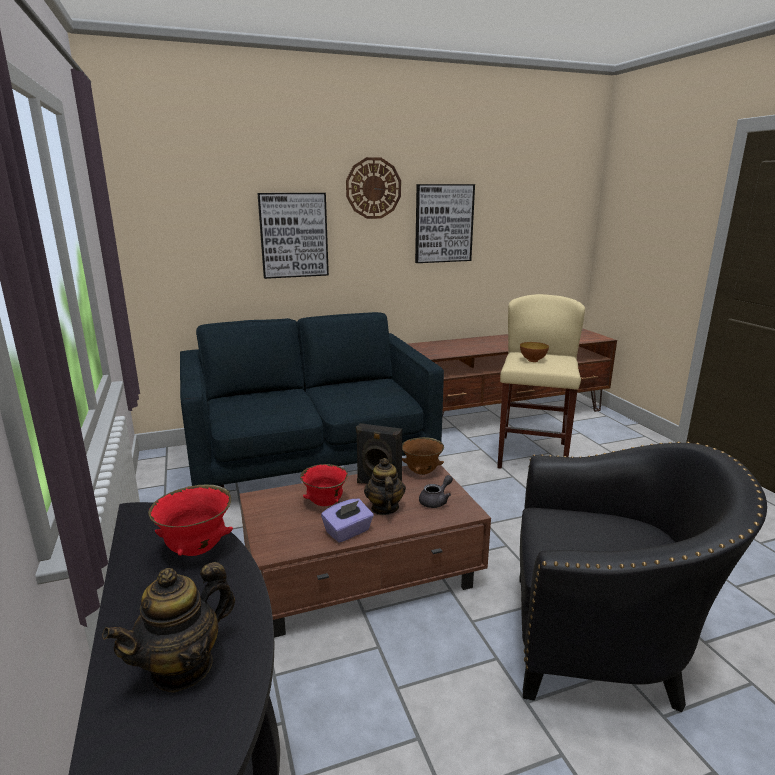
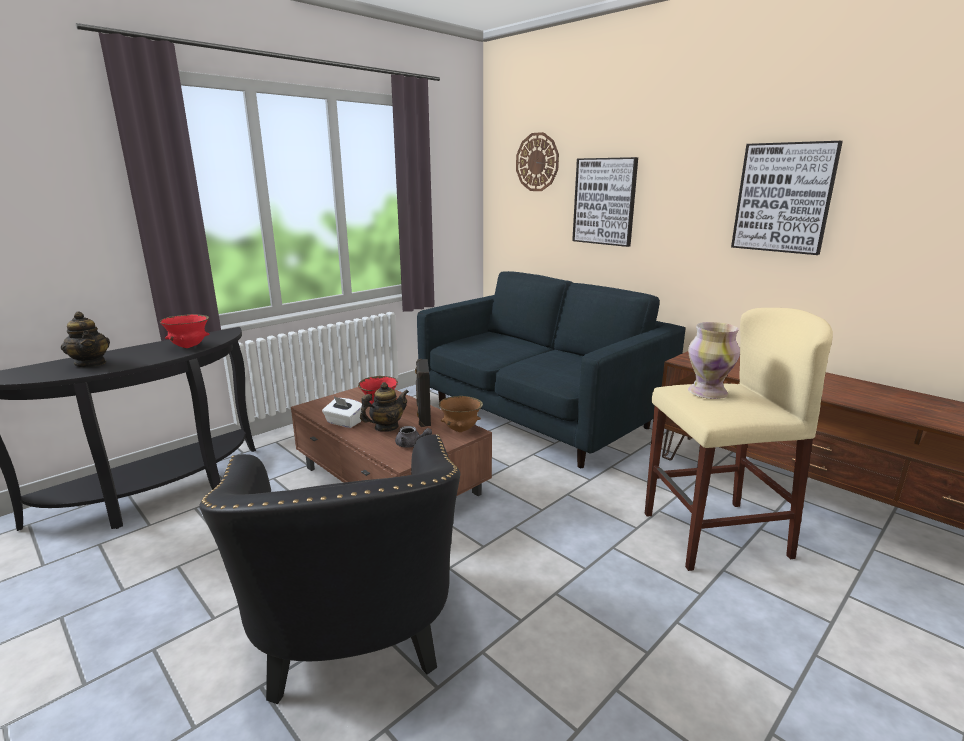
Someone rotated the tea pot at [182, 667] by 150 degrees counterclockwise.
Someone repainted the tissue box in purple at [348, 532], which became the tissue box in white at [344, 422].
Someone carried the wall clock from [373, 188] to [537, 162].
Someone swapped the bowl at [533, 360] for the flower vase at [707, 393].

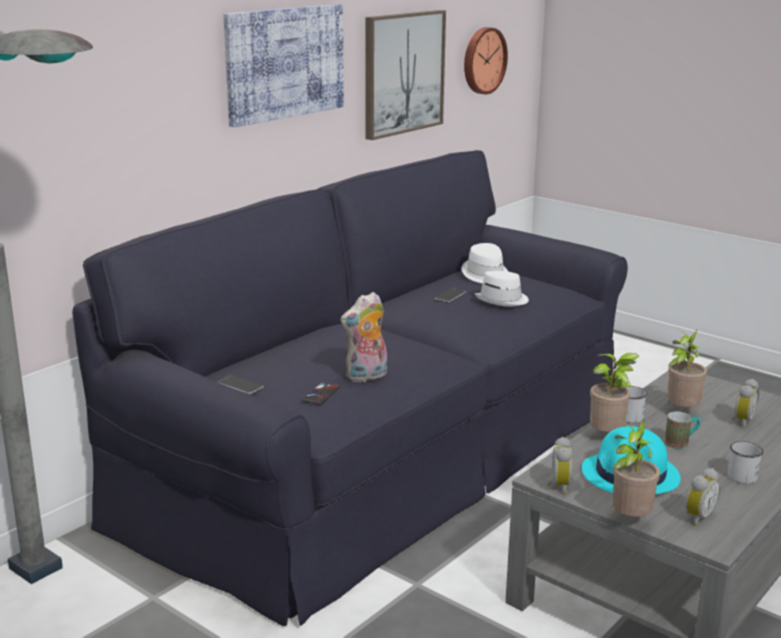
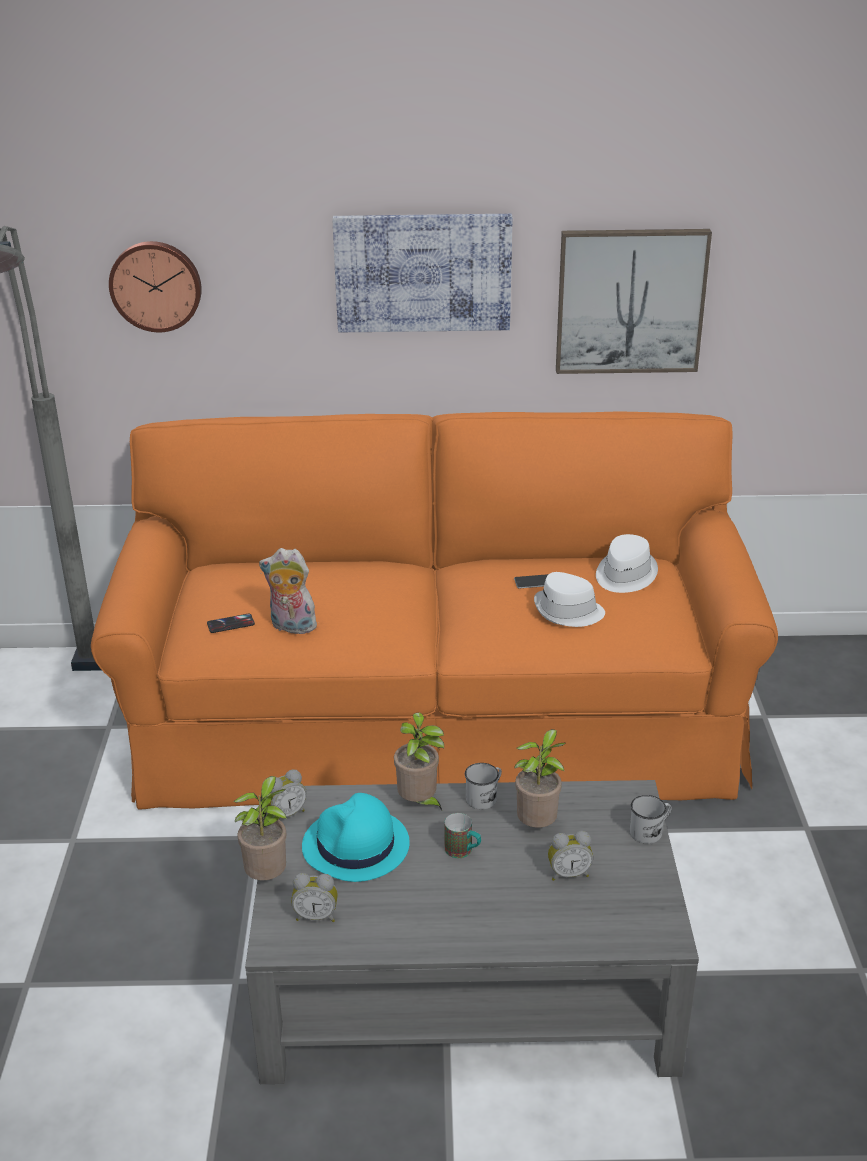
Someone repainted the settee in blackish at [389, 457], which became the settee in orange at [435, 719].
Someone took away the telephone at [240, 385].
Someone carried the wall clock from [482, 60] to [156, 285].
Someone carried the tea mug in white from [741, 474] to [650, 831].

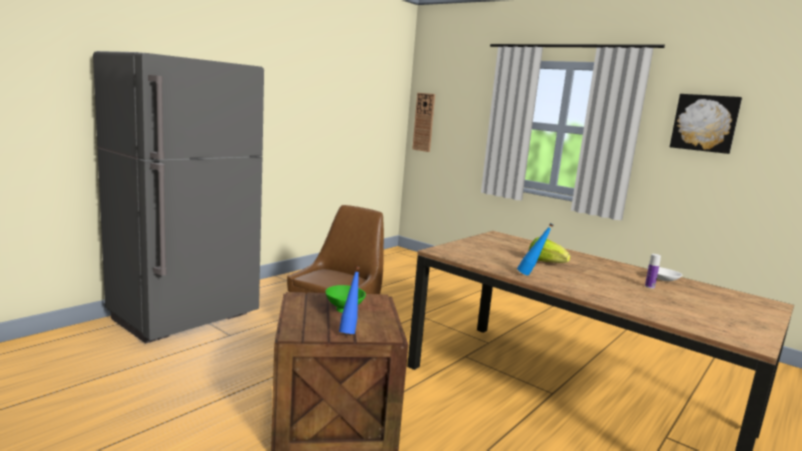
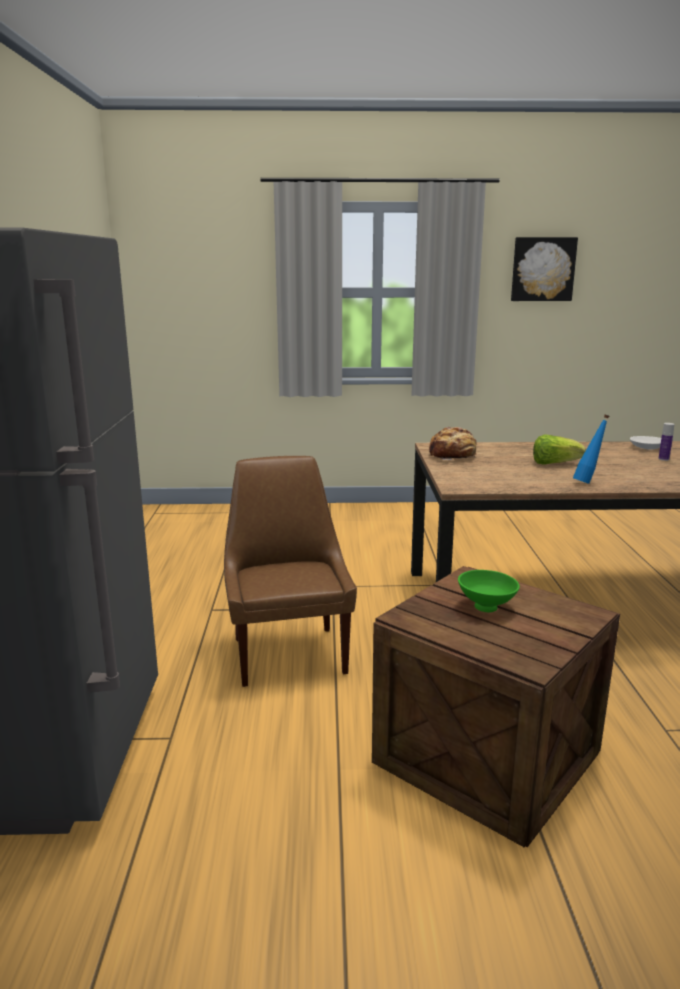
Someone took away the bottle in blue-coloured at [349, 331].
Someone took away the wall clock at [424, 122].
Someone put down the baked bread at [453, 456].

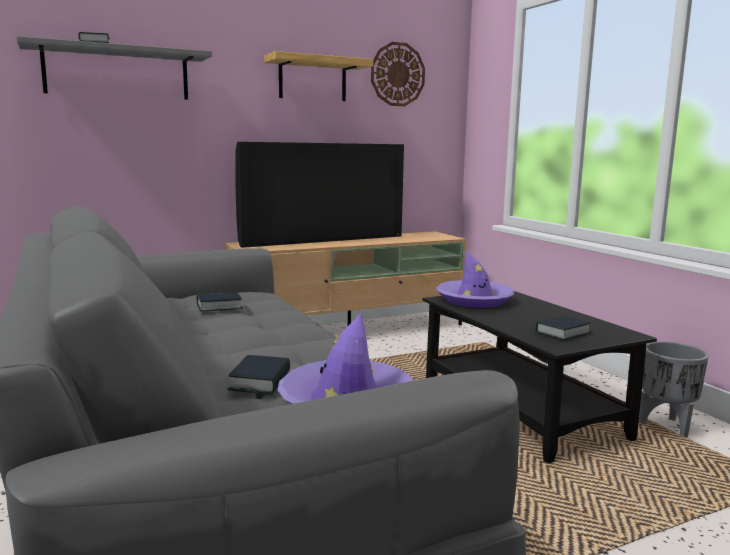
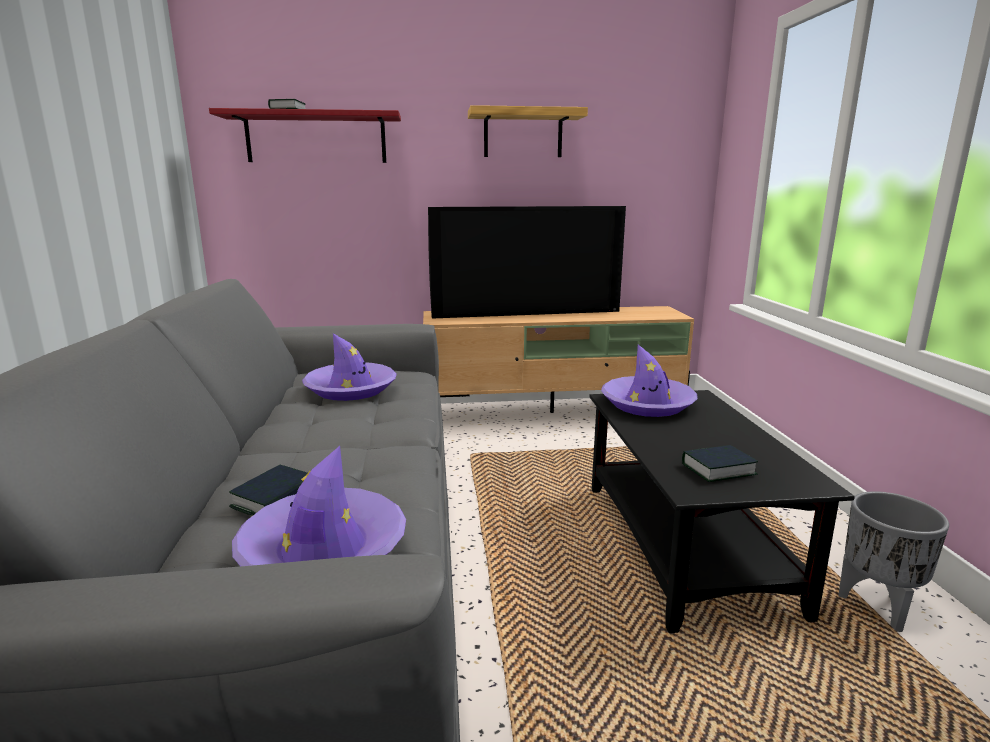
Someone repainted the wall shelf in gray at [117, 73], which became the wall shelf in red at [316, 139].
Someone swapped the bound book at [219, 307] for the wearable hat in purple at [351, 389].
Someone took away the wall clock at [397, 74].

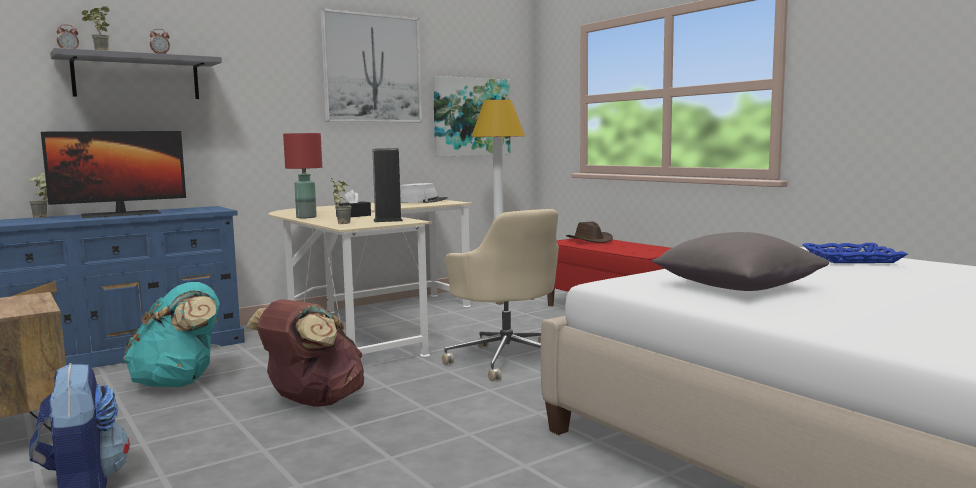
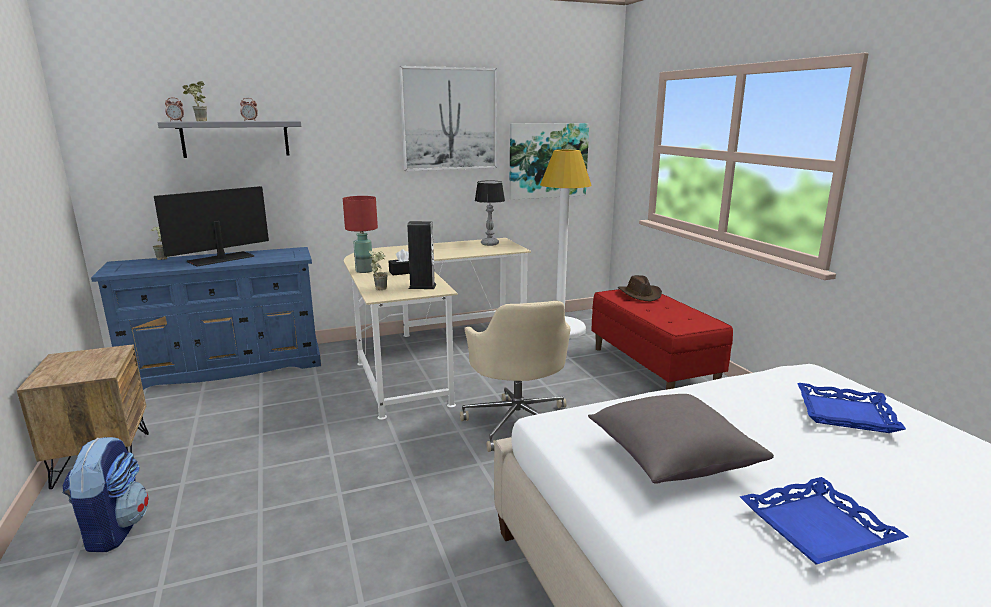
Someone rotated the computer display at [121, 214] by 150 degrees clockwise.
Someone took away the knapsack in turquoise-coloured at [179, 382].
Someone took away the knapsack in brown at [313, 402].
Someone swapped the wearable hat in gray at [422, 201] for the lamp for a table at [489, 244].
Someone put down the carrying tray in blue-coloured at [818, 528].

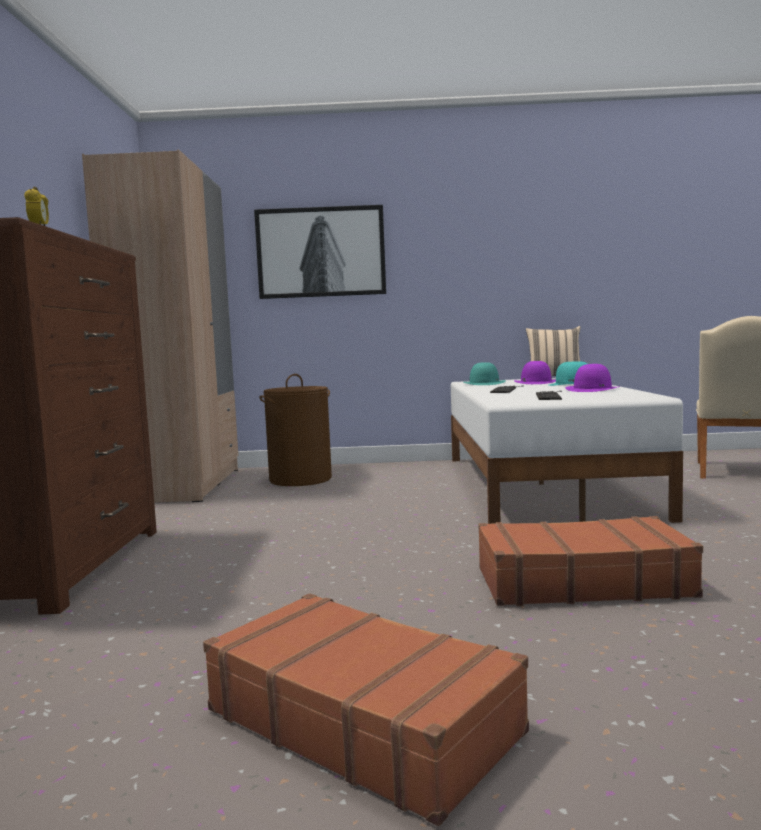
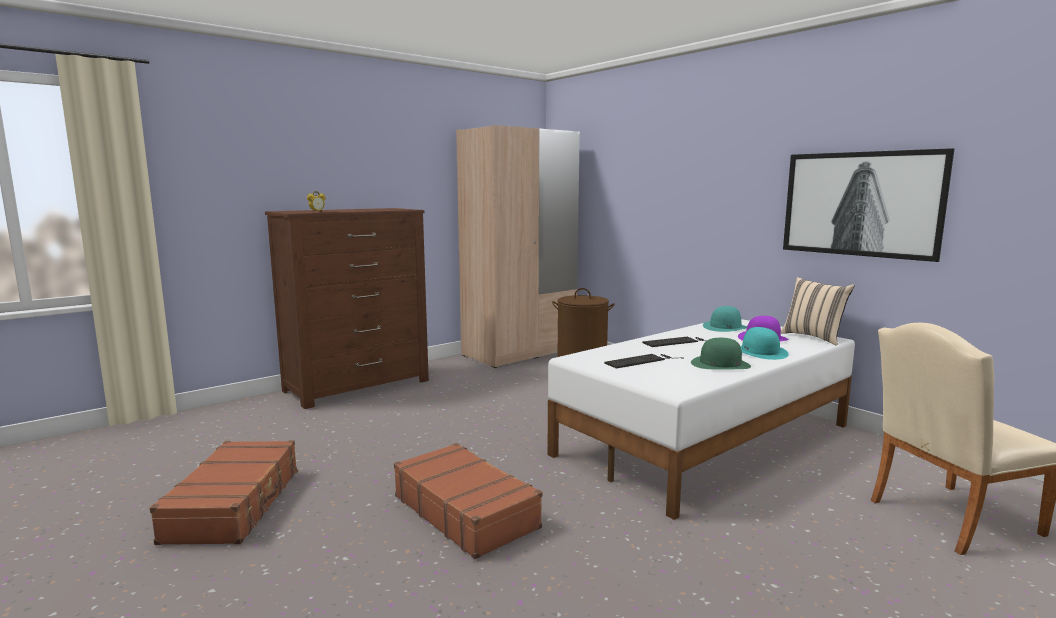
Someone carried the wall picture from [321, 252] to [861, 204].
Someone repainted the wearable hat in purple at [592, 389], which became the wearable hat in green-coloured at [720, 364].

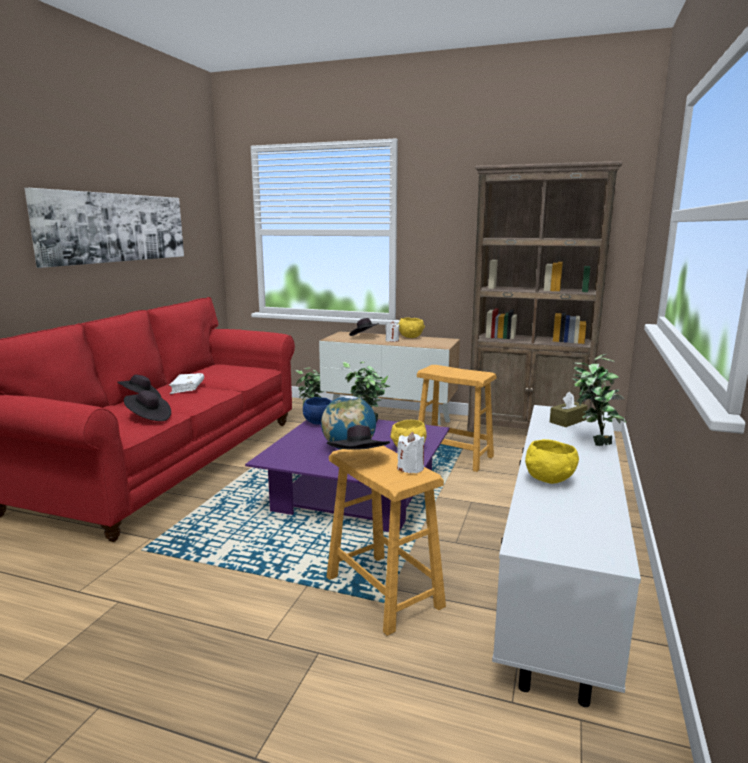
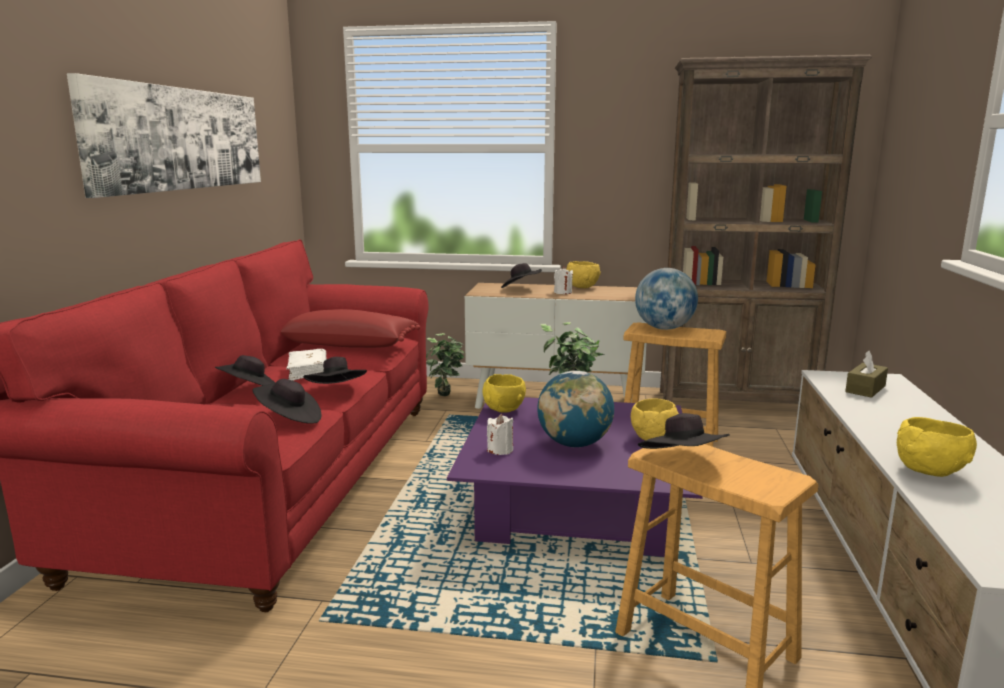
Someone repainted the bowl in blue-coloured at [318, 423], which became the bowl in yellow-coloured at [503, 410].
Someone carried the wax light in white from [411, 468] to [500, 450].
Someone took away the houseplant at [592, 442].
Someone put down the cushion in red at [351, 345].
Someone put down the wearable hat in blackish at [337, 391].
Someone put down the globe at [664, 328].

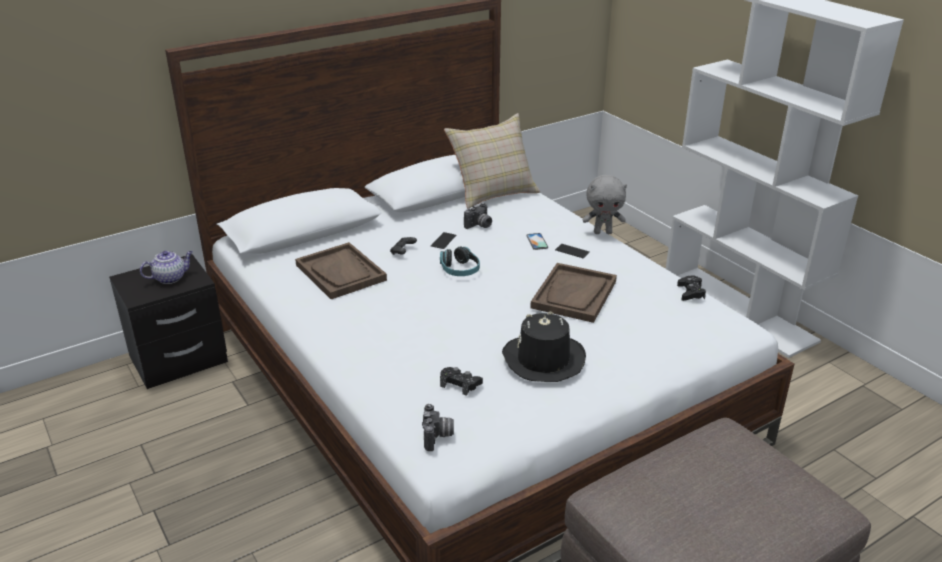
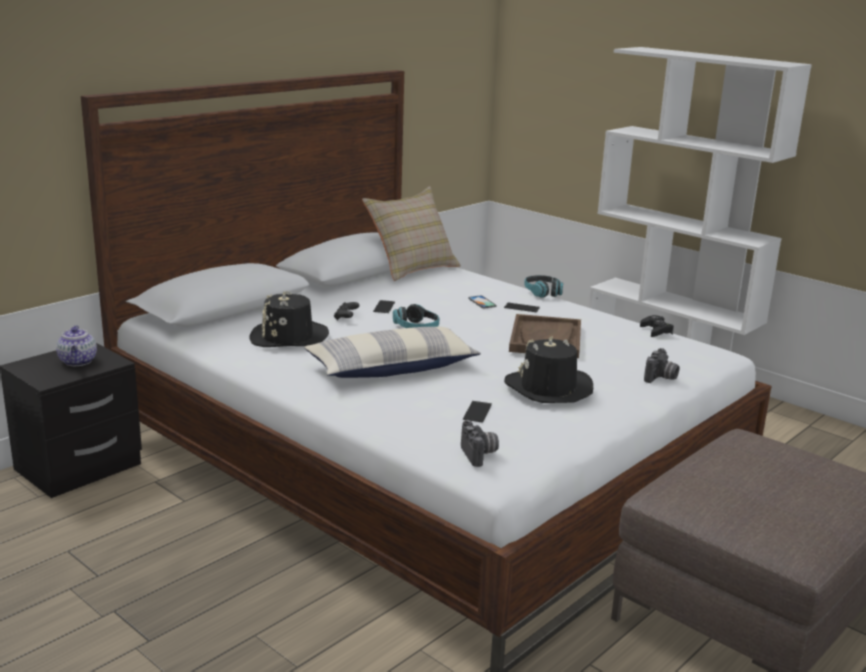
Someone rotated the tea pot at [170, 278] by 120 degrees clockwise.
Someone swapped the carrying tray in brown at [341, 273] for the wearable hat in blackish at [288, 337].
Someone swapped the gamepad in blackish at [460, 384] for the telephone at [477, 412].
Someone carried the photo camera from [479, 226] to [661, 378].
Someone swapped the plush toy in gray at [603, 232] for the headphones at [542, 292].
Someone put down the cushion at [392, 368].

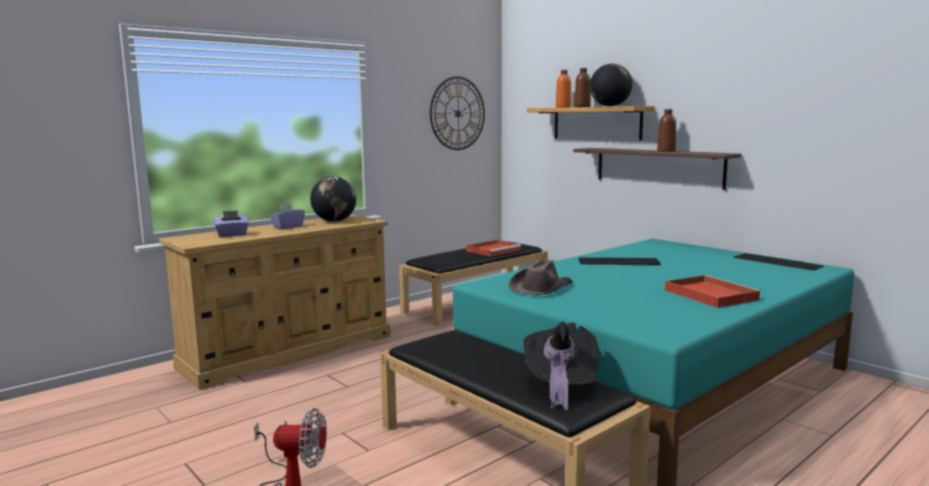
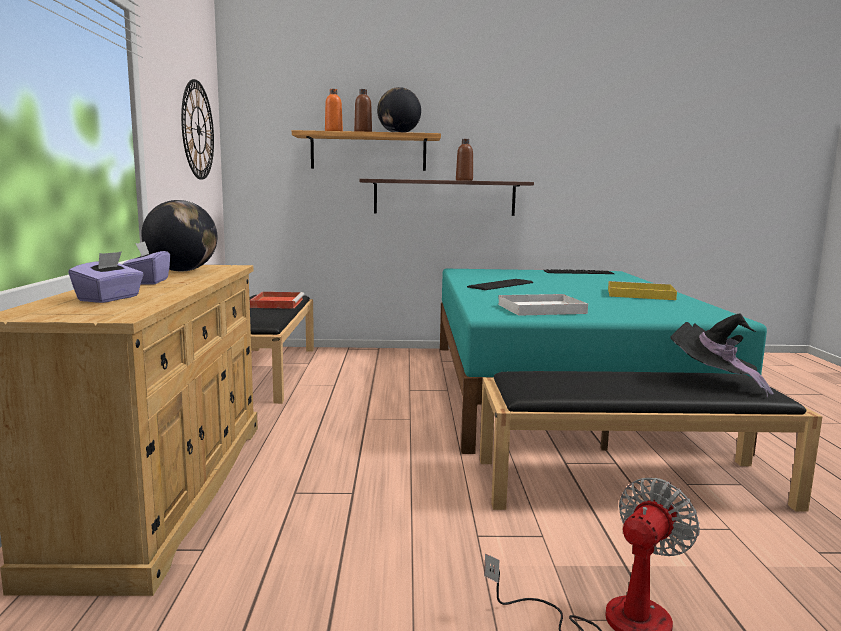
Someone swapped the wearable hat in brown at [540, 287] for the carrying tray in white at [540, 309].
Someone repainted the carrying tray in red at [709, 294], which became the carrying tray in yellow-coloured at [638, 294].

